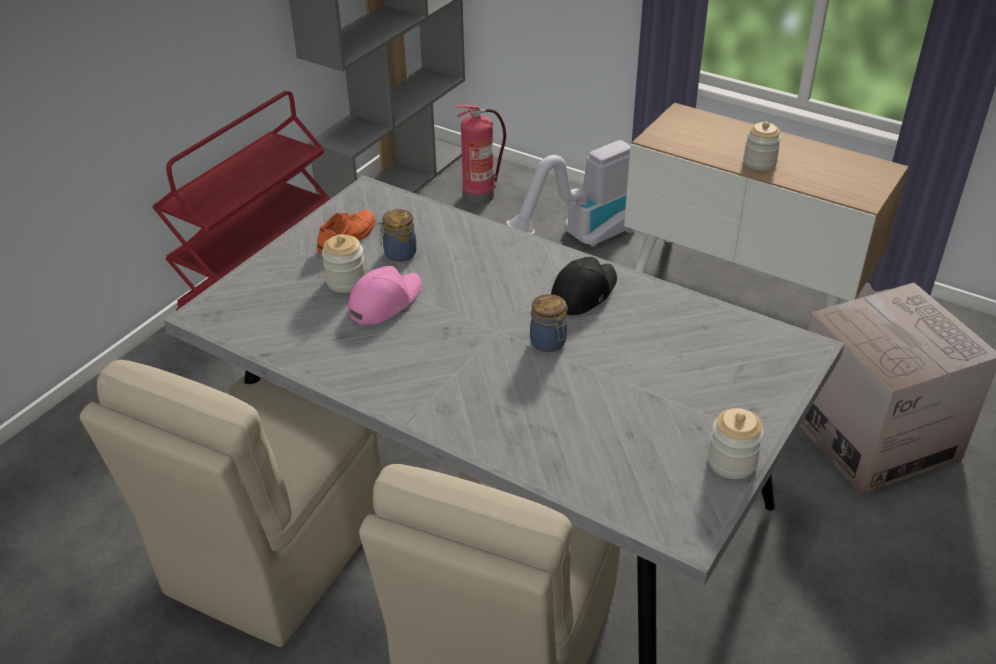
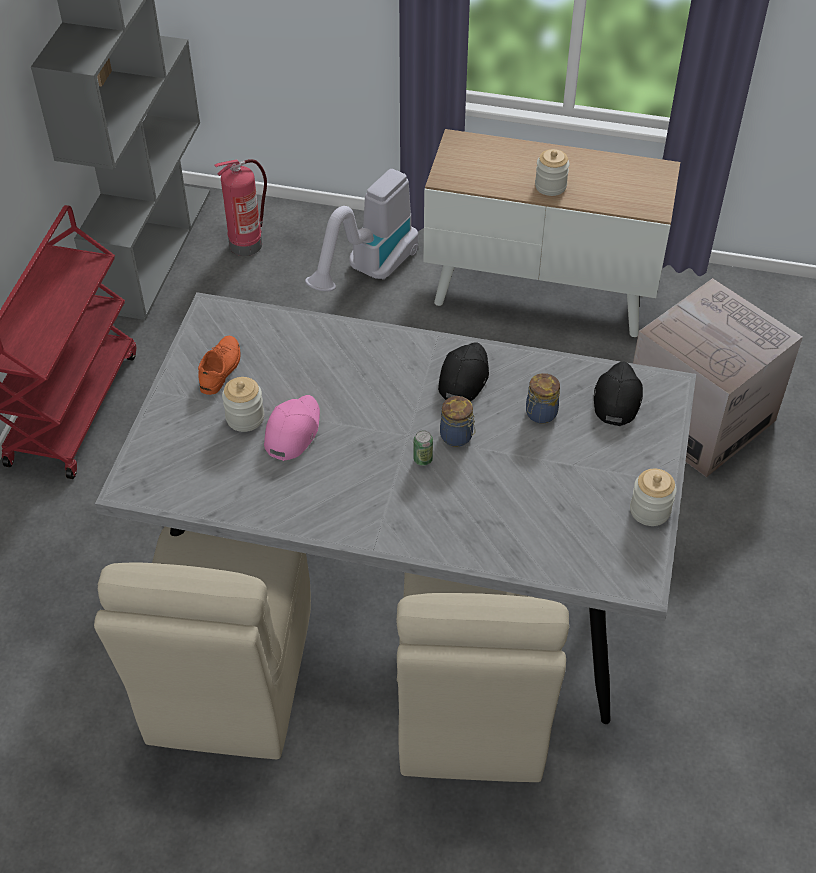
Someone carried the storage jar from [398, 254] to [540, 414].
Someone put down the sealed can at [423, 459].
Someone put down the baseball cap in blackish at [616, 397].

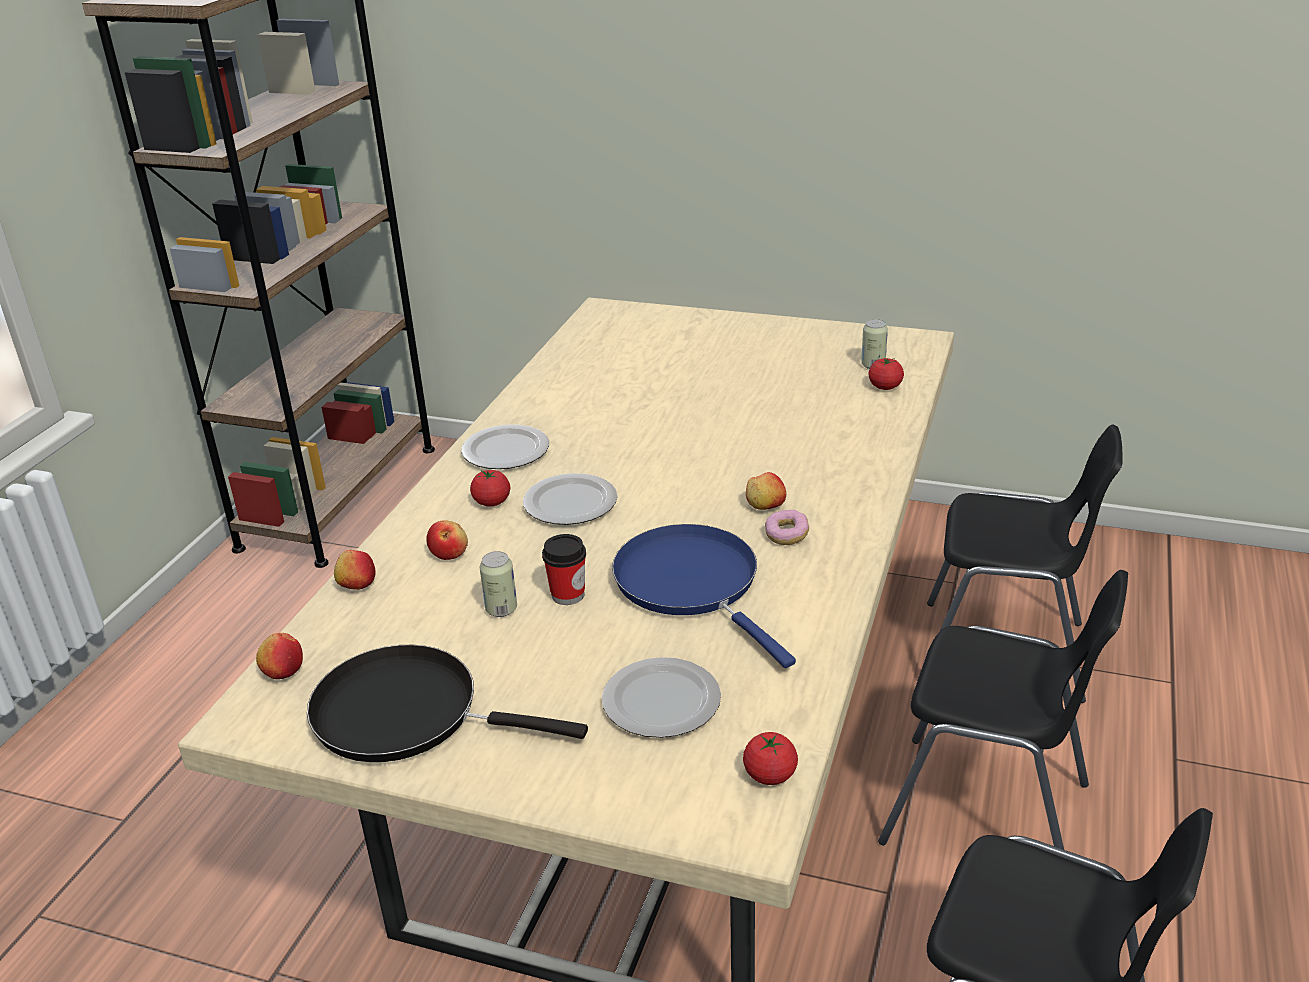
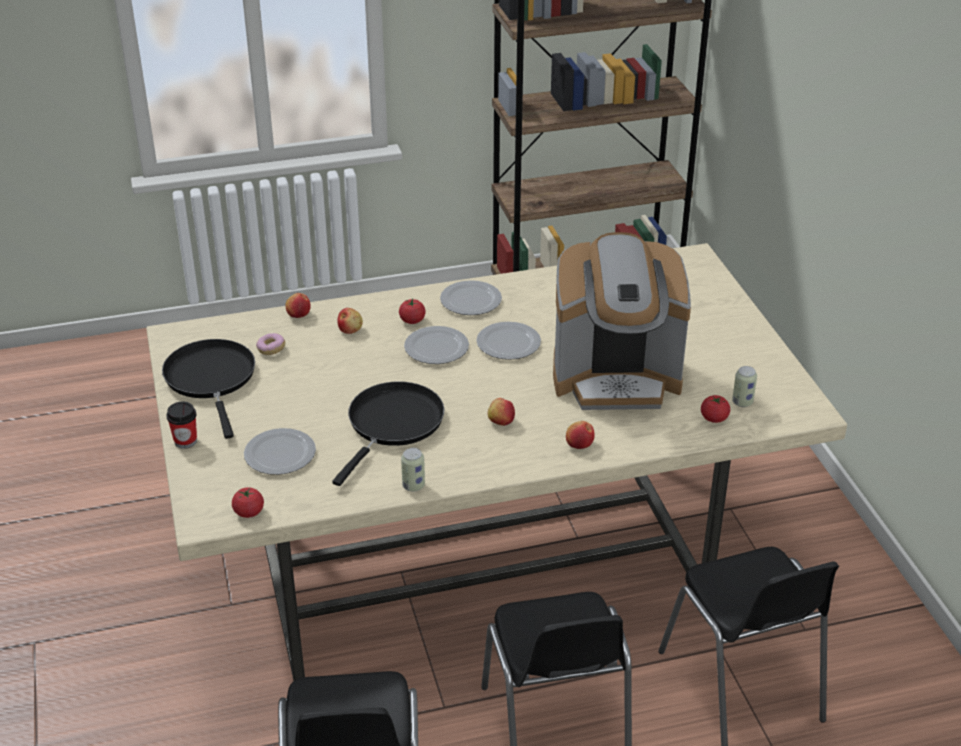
Someone carried the apple fruit from [283, 671] to [579, 444].
Someone carried the sealed can from [501, 609] to [413, 486].
Someone carried the drinking cup from [568, 595] to [185, 441].
Someone repainted the skillet in blue-coloured at [692, 584], which became the skillet in blackish at [392, 424].
Someone carried the ring doughnut from [786, 535] to [271, 349].
Someone put down the plate at [509, 343].
Someone put down the coffee maker at [616, 378].

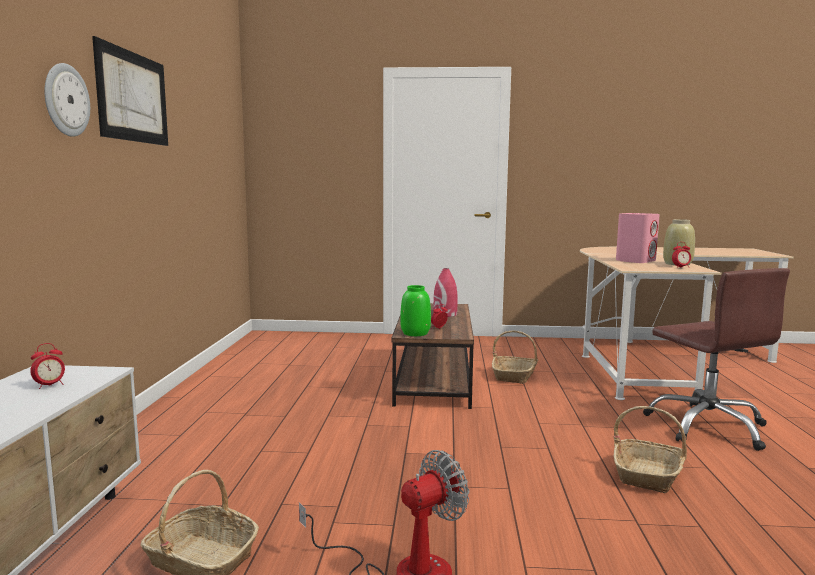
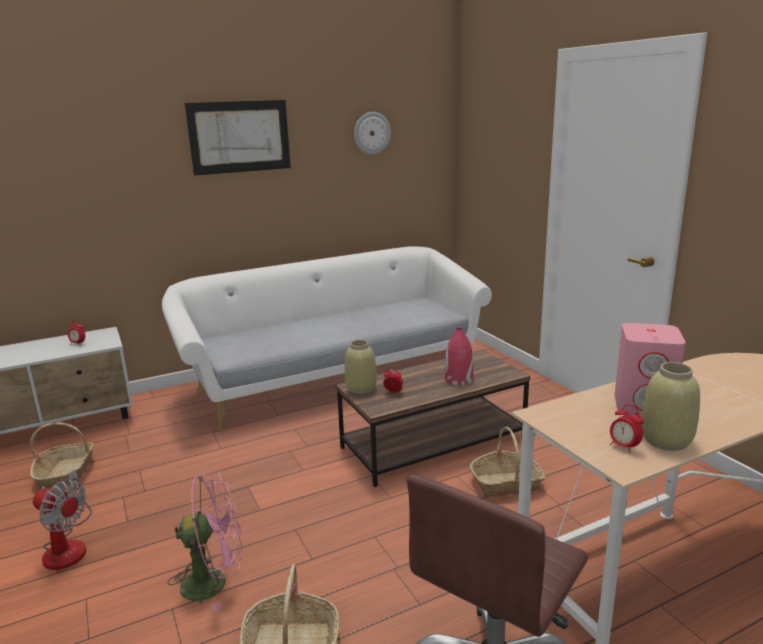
Someone carried the wall clock from [65, 100] to [371, 133].
Someone repainted the flower vase in green-coloured at [415, 333], which became the flower vase in beige at [361, 388].
Someone put down the settee in white at [334, 377].
Someone put down the electric fan in pinkish at [214, 582].

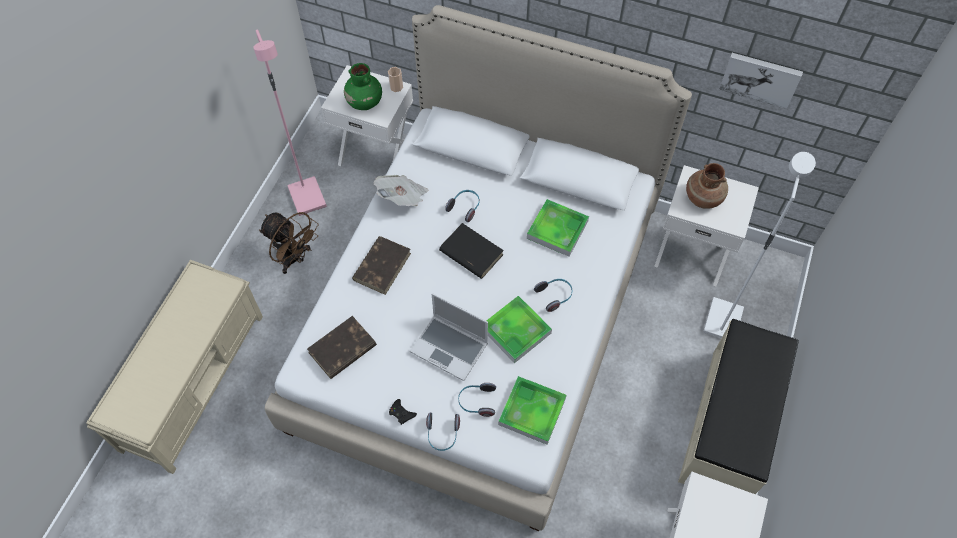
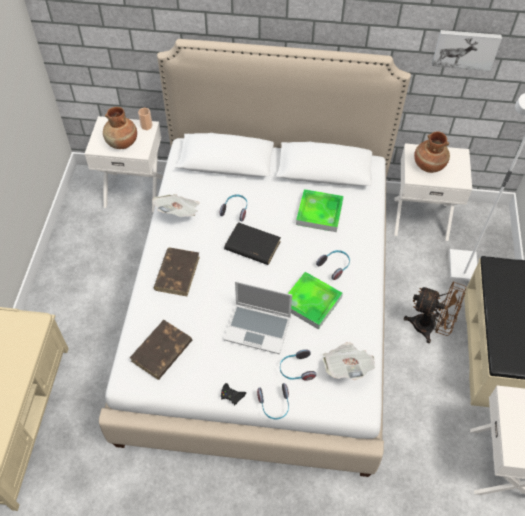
Someone took away the floor lamp in pinkish at [308, 197].
Someone carried the electric fan in brown from [294, 259] to [430, 327].
Someone repainted the flower vase in green-coloured at [364, 102], which became the flower vase in brown at [122, 143].
Someone swapped the carrying tray at [532, 411] for the printed paper at [346, 366].

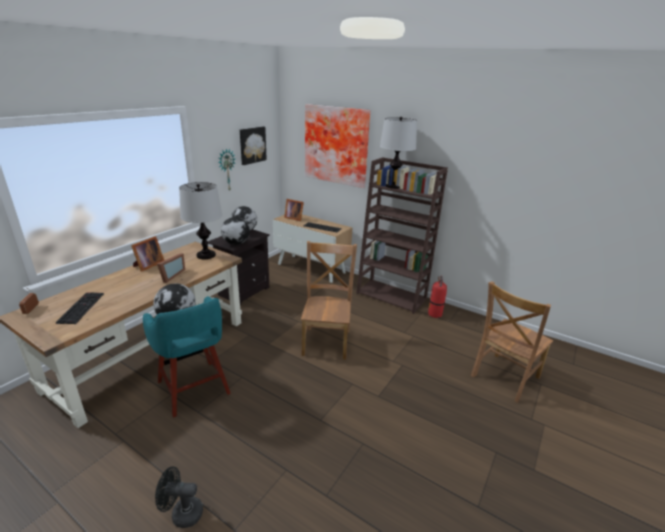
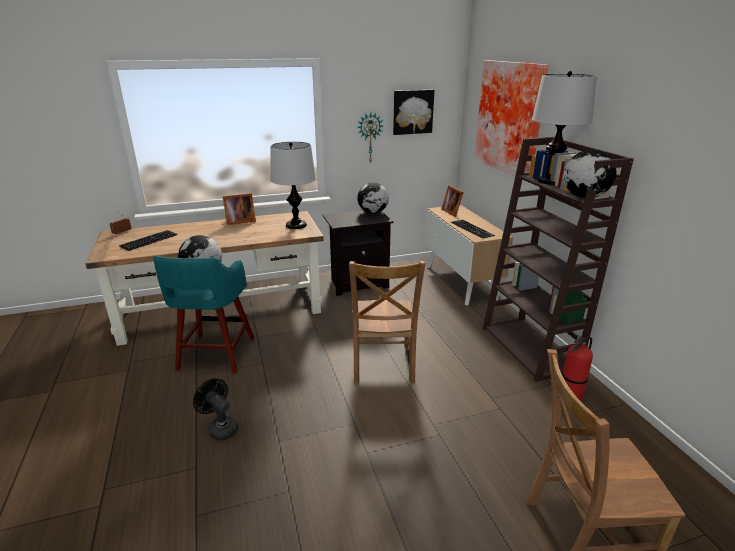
Someone carried the electric fan in blackish from [182, 513] to [220, 428].
Someone took away the picture frame at [170, 275].
Someone carried the globe from [236, 243] to [583, 197].
Someone rotated the chair in brown at [326, 341] by 135 degrees clockwise.

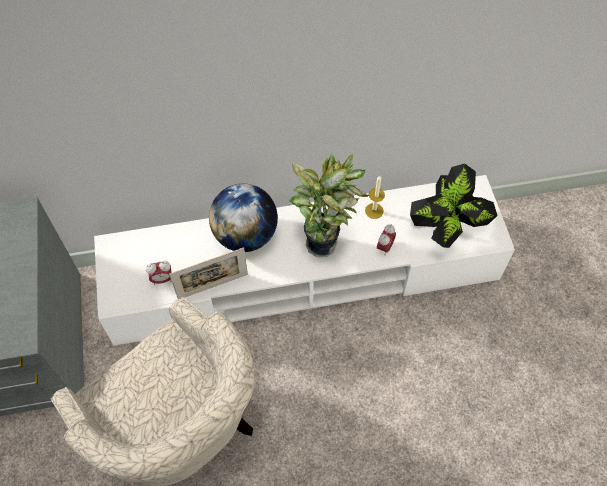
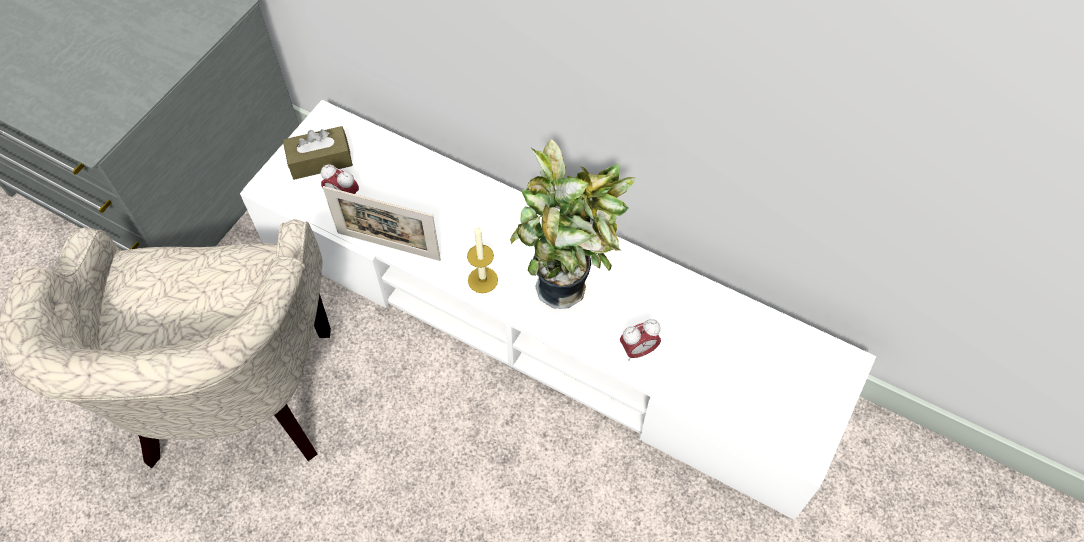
Someone took away the globe at [245, 235].
Someone carried the wax light from [374, 211] to [482, 280].
Someone took away the houseplant at [446, 229].
Someone put down the tissue box in brown at [320, 160].

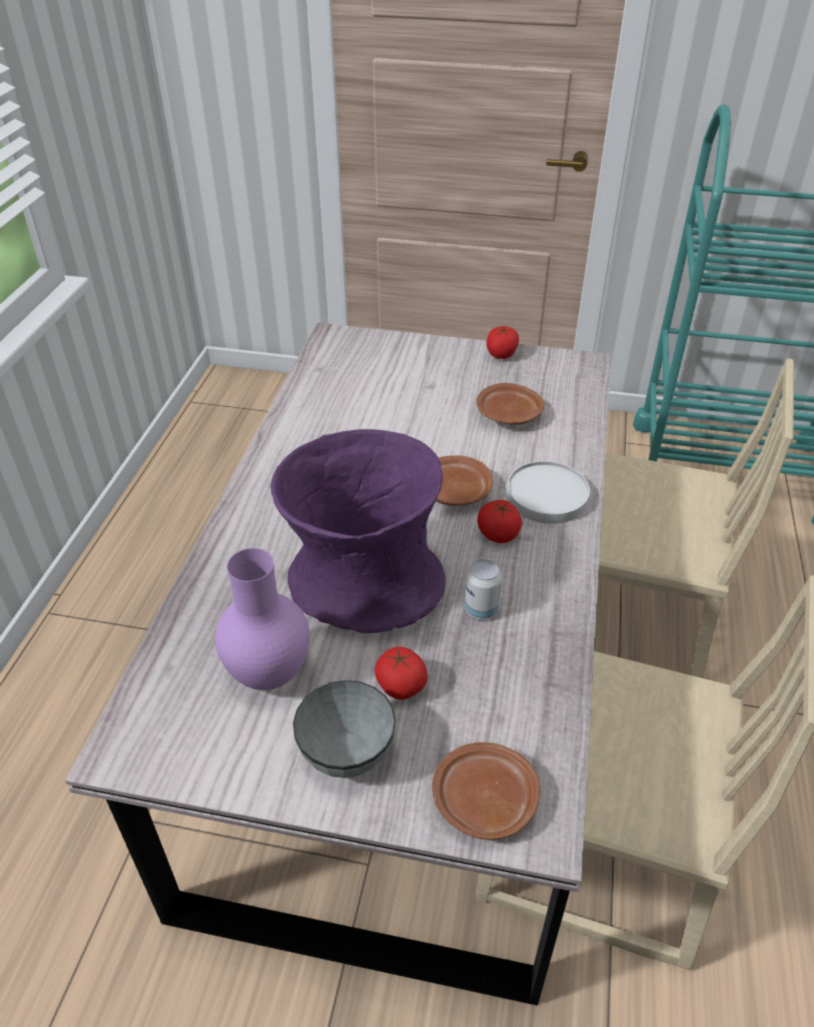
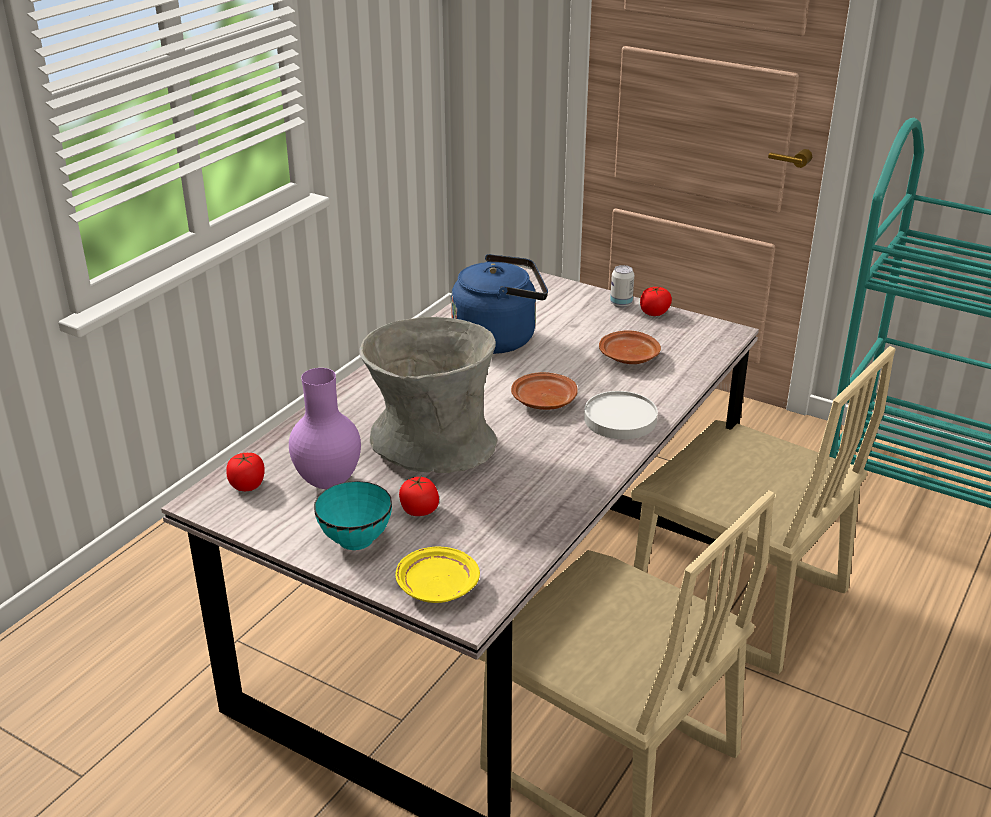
Someone repainted the flower vase in purple at [365, 583], which became the flower vase in gray at [432, 444].
Someone repainted the bowl in gray at [348, 754], which became the bowl in turquoise-coloured at [356, 538].
Someone repainted the plate in brown at [483, 800], which became the plate in yellow-coloured at [436, 586].
Someone carried the sealed can from [481, 610] to [621, 304].
Someone carried the whole tomato from [498, 534] to [247, 485].
Someone put down the water kettle in blue-coloured at [499, 338].

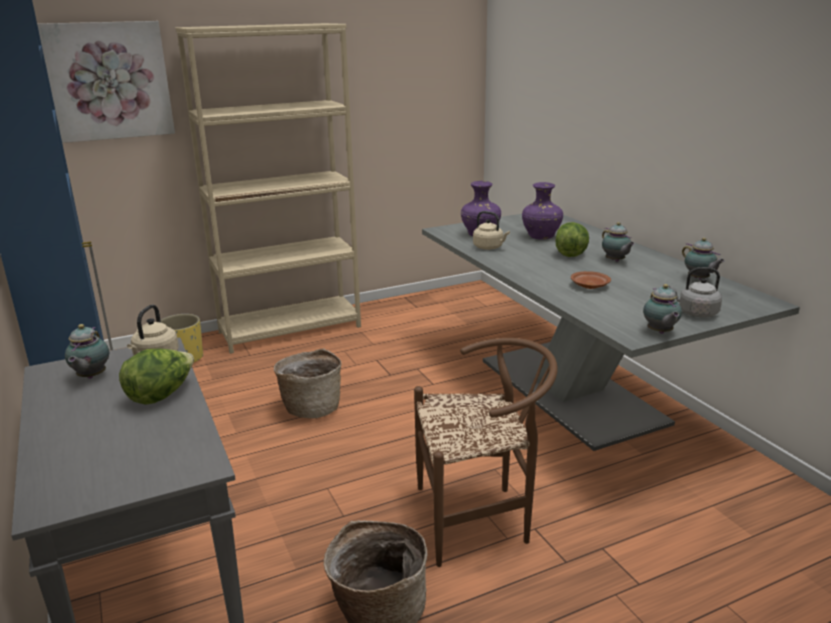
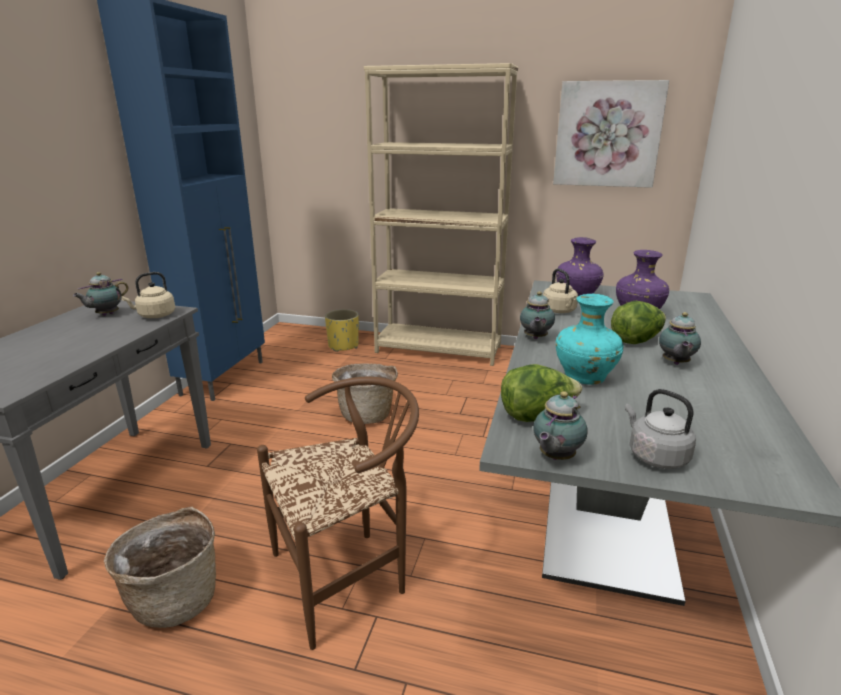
Someone carried the wall picture from [109, 81] to [607, 134].
Someone carried the lettuce head from [161, 395] to [537, 416].
Someone rotated the chair in brown at [481, 518] by 60 degrees counterclockwise.
Someone swapped the plate in brown at [589, 286] for the flower vase in turquoise-coloured at [584, 377].
Someone carried the tea pot from [699, 279] to [535, 338].

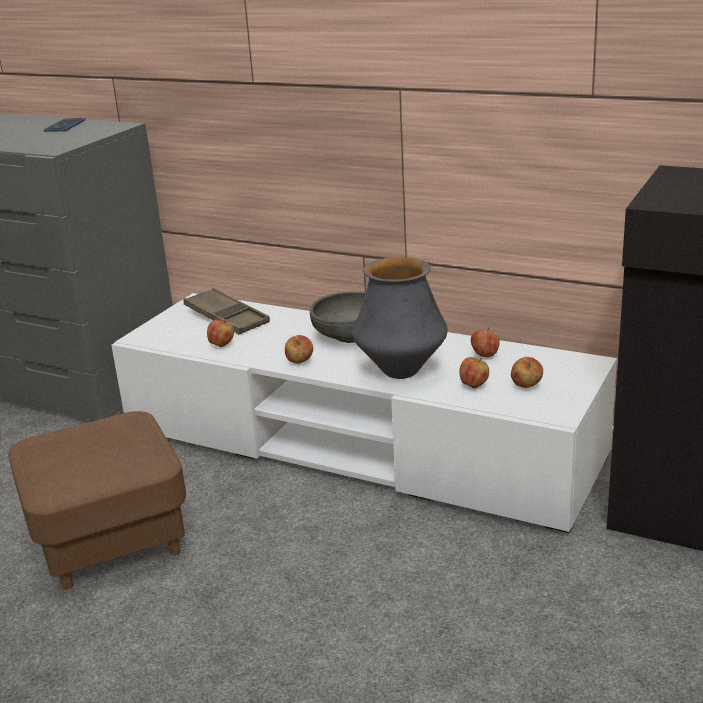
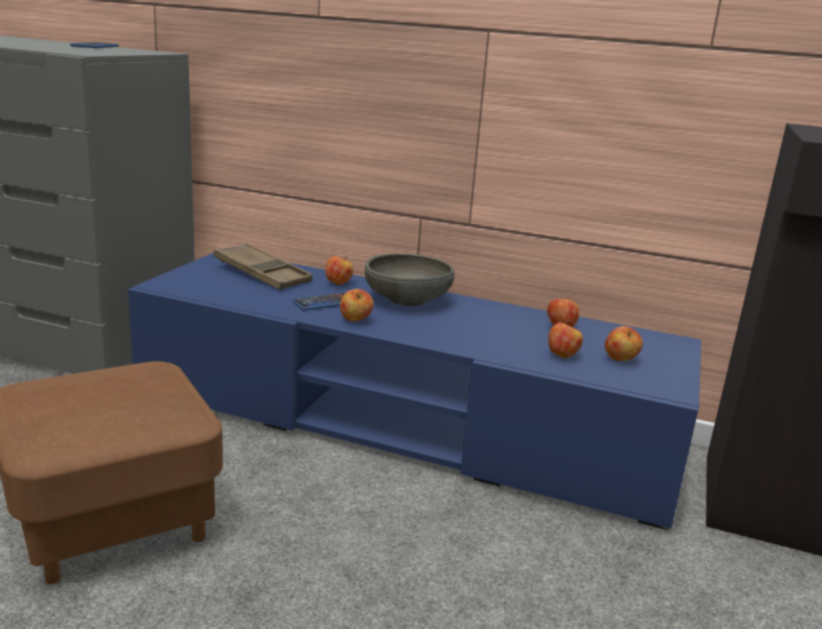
Someone repainted the tv stand in white at [357, 444], which became the tv stand in blue-coloured at [402, 421].
Someone carried the apple fruit from [222, 345] to [338, 283].
Someone took away the flower vase at [401, 371].
Someone put down the telephone at [323, 302].

